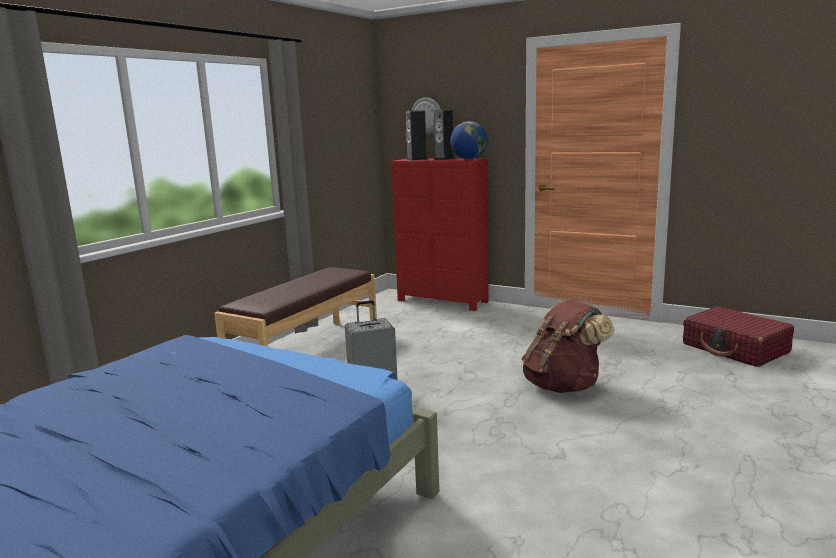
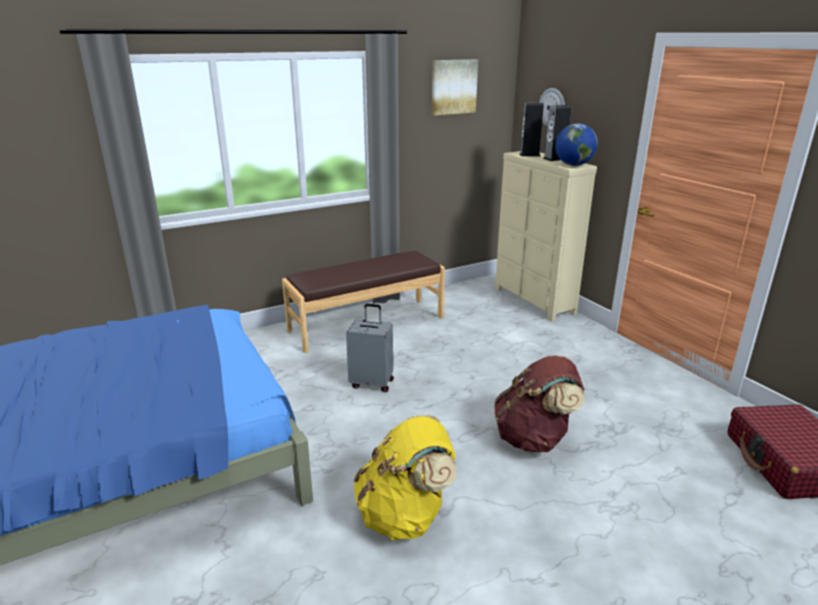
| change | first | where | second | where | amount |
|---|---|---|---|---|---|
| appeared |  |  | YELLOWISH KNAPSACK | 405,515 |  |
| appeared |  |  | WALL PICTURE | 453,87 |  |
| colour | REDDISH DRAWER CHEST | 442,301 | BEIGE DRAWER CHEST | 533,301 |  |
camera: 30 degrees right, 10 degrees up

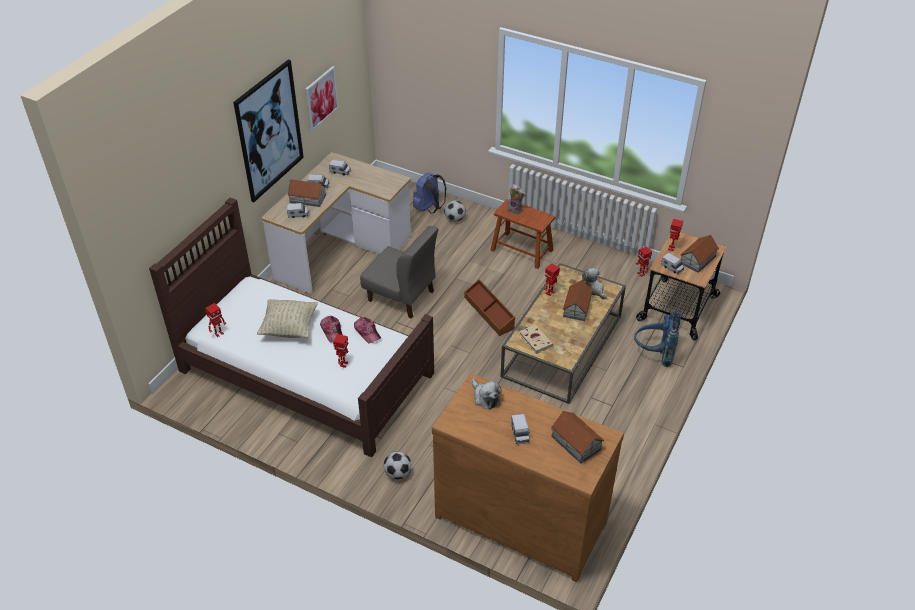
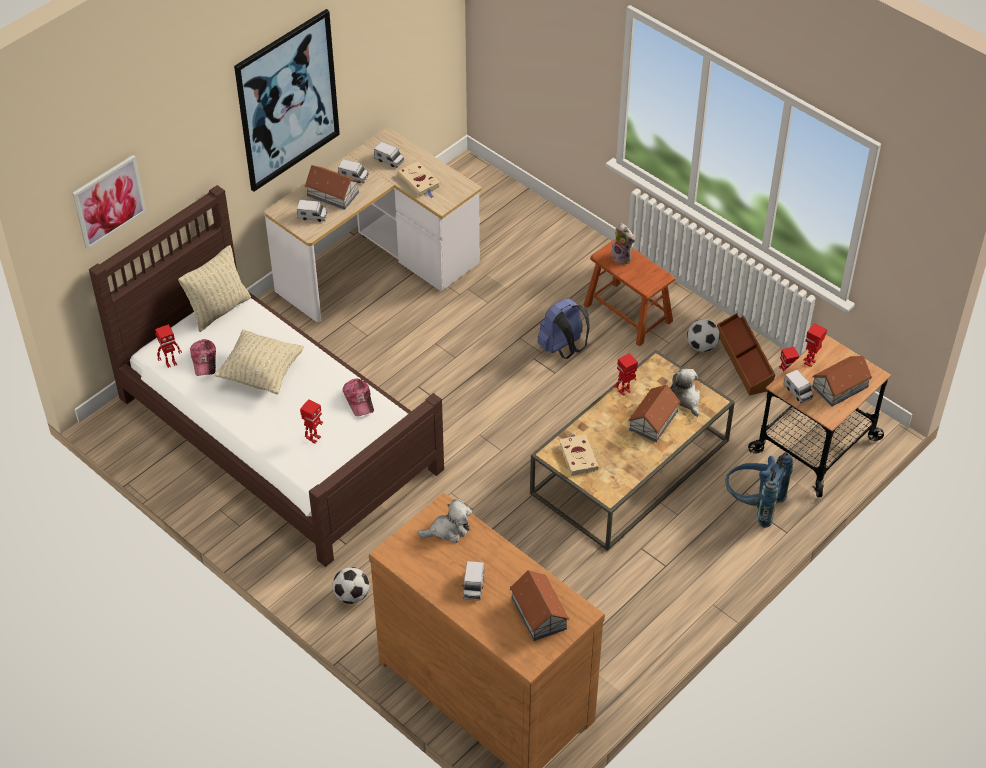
| change | first | where | second | where | amount |
|---|---|---|---|---|---|
| relocated | WALL PICTURE | 321,98 |  | 109,201 |  |
| appeared |  |  | BEIGE PILLOW | 219,310 |  |
| relocated | BASEBALL CAP | 332,331 |  | 204,360 |  |
| appeared |  |  | BEIGE BOUND BOOK | 419,182 |  |
| spun | PLUSH TOY | 485,397 |  | 448,530 | 90 degrees counterclockwise |
| relocated | BLUE KNAPSACK | 429,208 |  | 563,348 |  |
| relocated | BALL FOR FOOTBALL | 455,219 |  | 701,346 |  |
| relocated | BROWNISH STORAGE BOX | 489,312 |  | 745,360 |  |
| missing | GRAY CHAIR | 401,296 |  |  |  |
camera: 15 degrees right, 5 degrees up

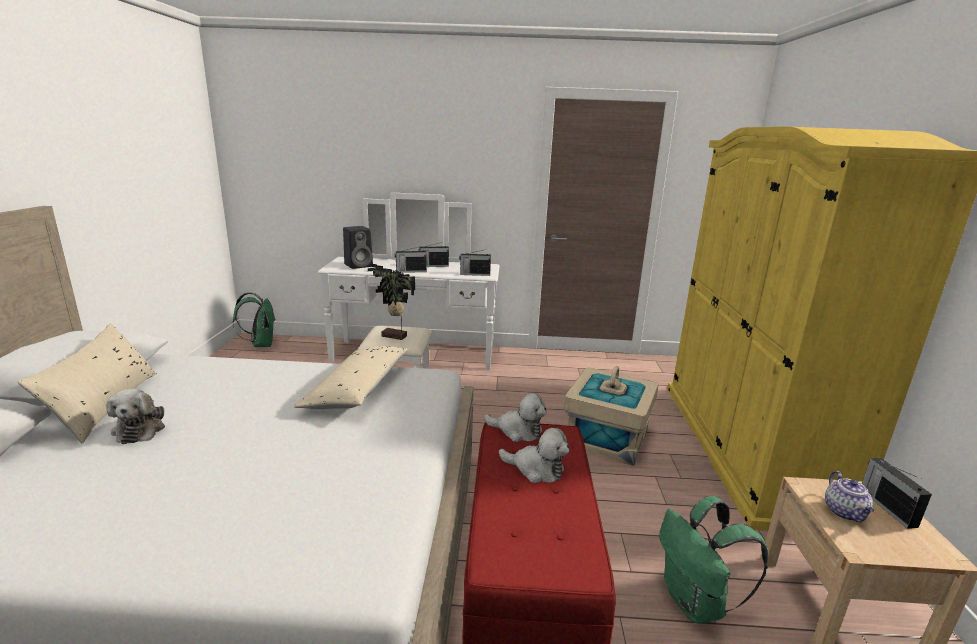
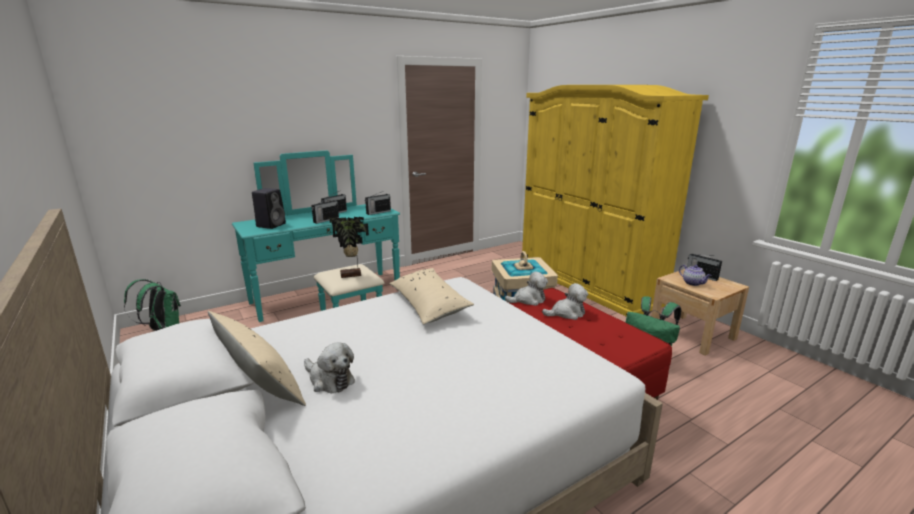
| change | first | where | second | where | amount |
|---|---|---|---|---|---|
| colour | WHITE-COLOURED DRAWER CHEST | 411,362 | BLUE-GREEN DRAWER CHEST | 333,300 |  |
camera: 35 degrees left, 0 degrees up

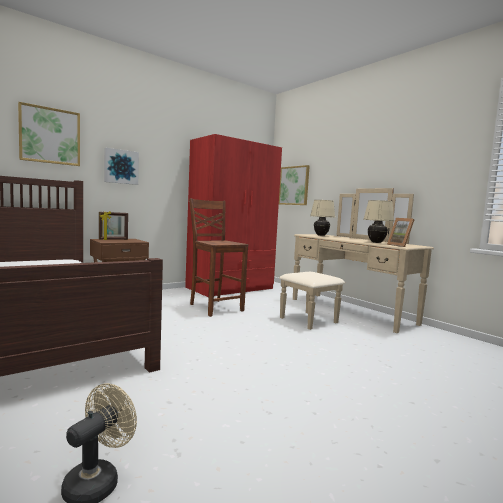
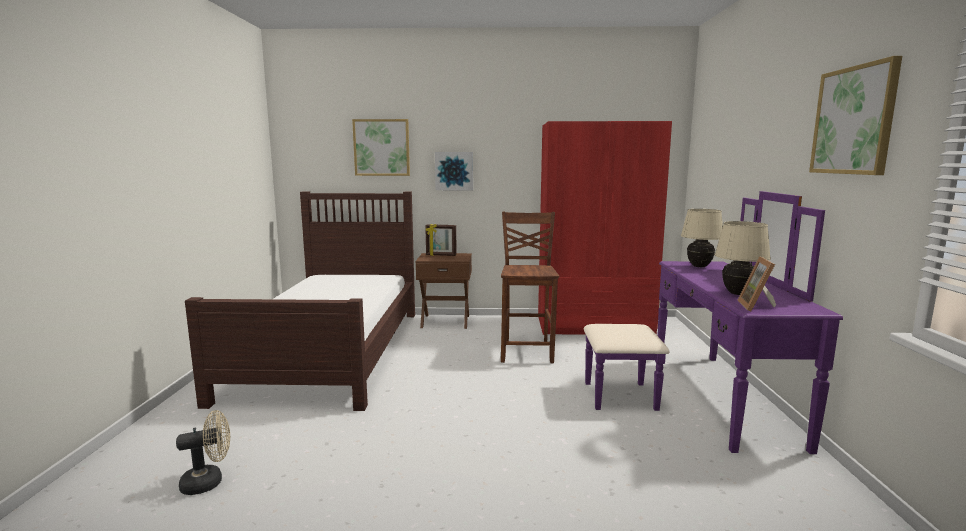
| change | first | where | second | where | amount |
|---|---|---|---|---|---|
| colour | BEIGE DRAWER CHEST | 342,313 | PURPLE-COLOURED DRAWER CHEST | 697,397 |  |
| relocated | WALL PICTURE | 294,185 |  | 854,120 |  |
camera: 40 degrees right, 5 degrees up

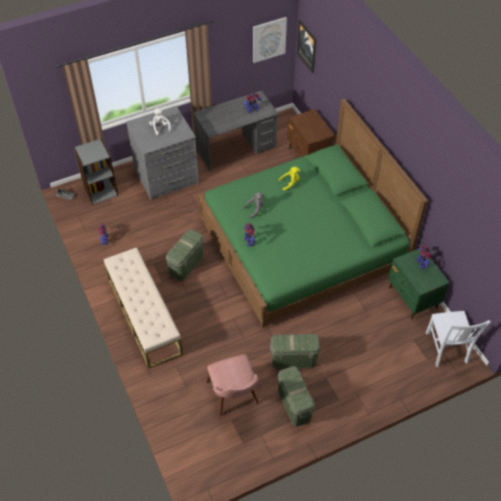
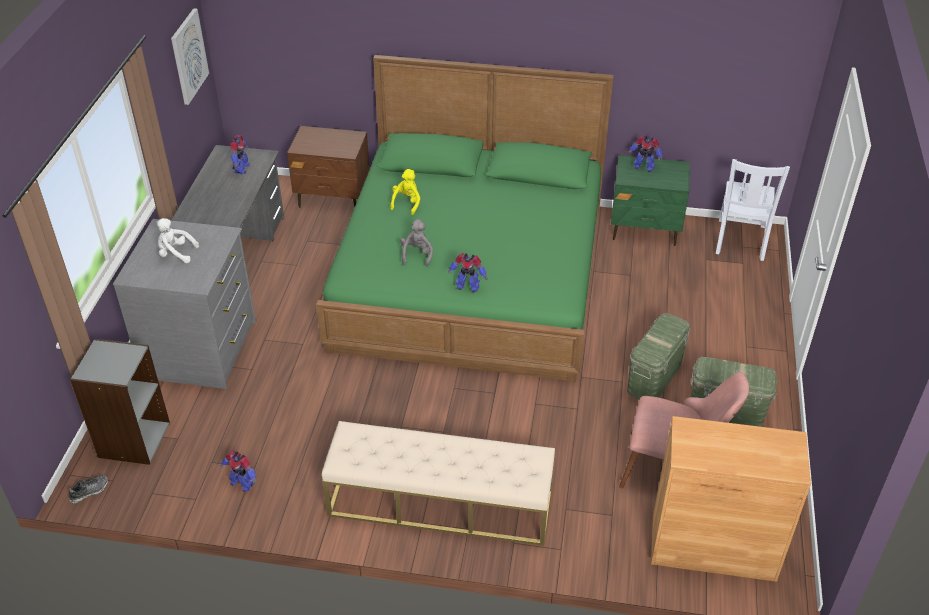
| change | first | where | second | where | amount |
|---|---|---|---|---|---|
| appeared |  |  | BROWNISH STORAGE CABINET | 713,547 |  |
| spun | WHITE-COLOURED CHAIR | 447,349 |  | 740,241 | 75 degrees clockwise |
| missing | GREEN-COLOURED STORAGE BOX | 186,264 |  |  |  |
| missing | WALL PICTURE | 307,46 |  |  |  |
camera: 55 degrees left, 10 degrees down

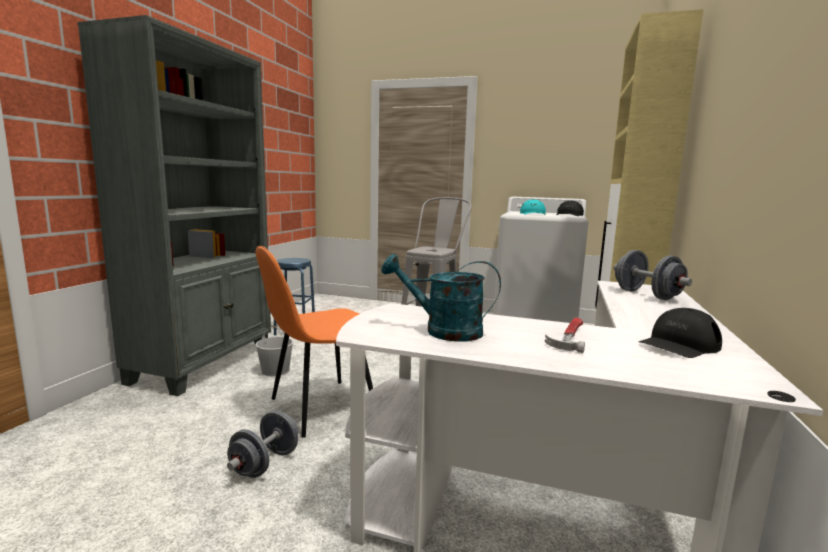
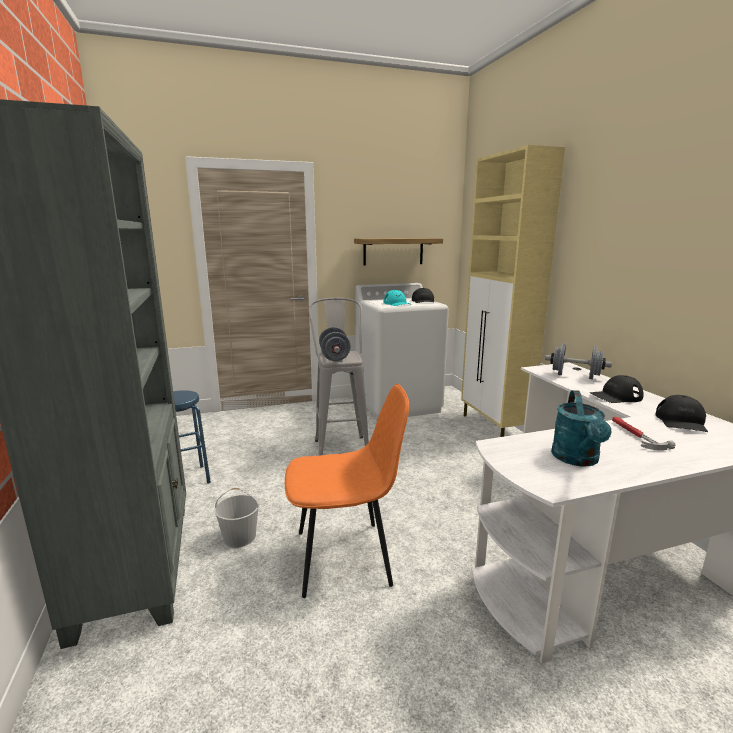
| change | first | where | second | where | amount |
|---|---|---|---|---|---|
| spun | ORANGE-COLOURED CHAIR | 320,407 |  | 346,557 | 120 degrees counterclockwise |
| relocated | GRAY DUMBBELL | 265,463 |  | 334,357 |  |
| appeared |  |  | WALL SHELF | 393,251 |  |
| spun | BLUE-GREEN WATERING POT | 443,331 |  | 577,460 | 60 degrees counterclockwise |
| appeared |  |  | BLACKISH BASEBALL CAP | 615,396 |  |
camera: 35 degrees left, 5 degrees up

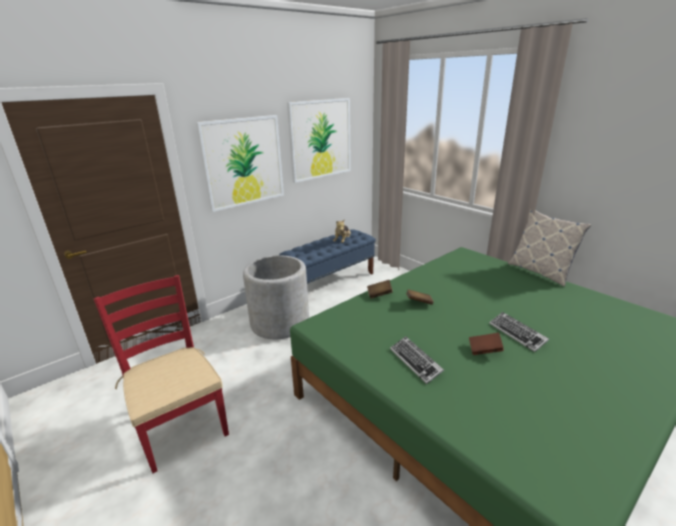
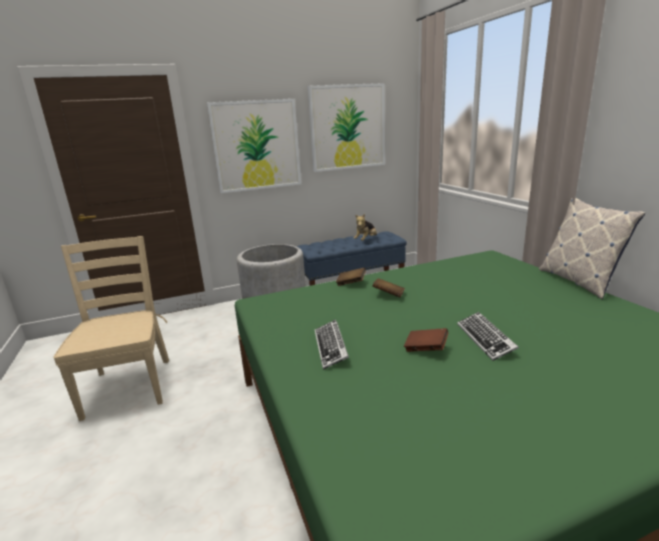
| change | first | where | second | where | amount |
|---|---|---|---|---|---|
| colour | REDDISH CHAIR | 180,425 | BEIGE CHAIR | 128,387 |  |
camera: 20 degrees right, 5 degrees down

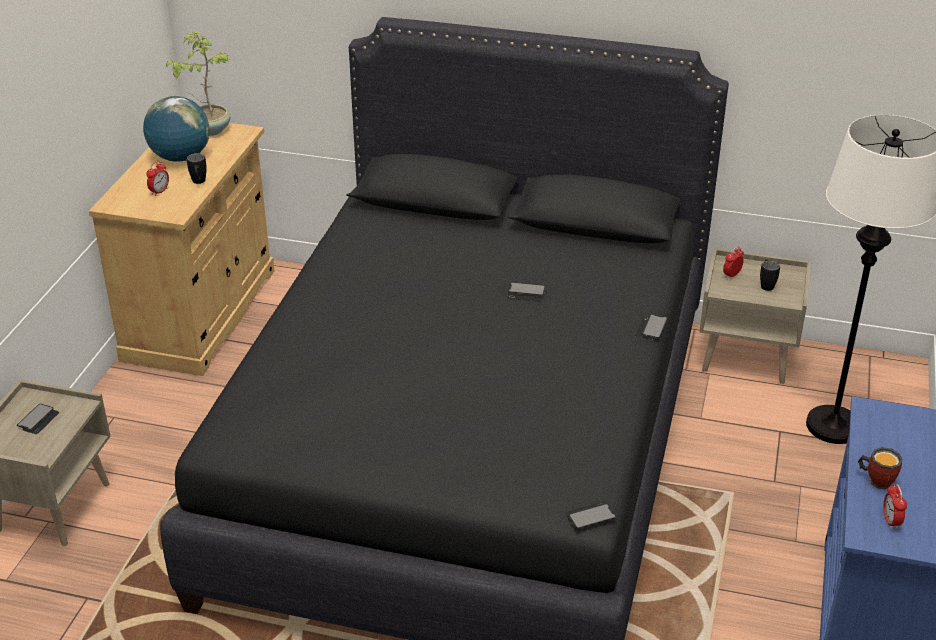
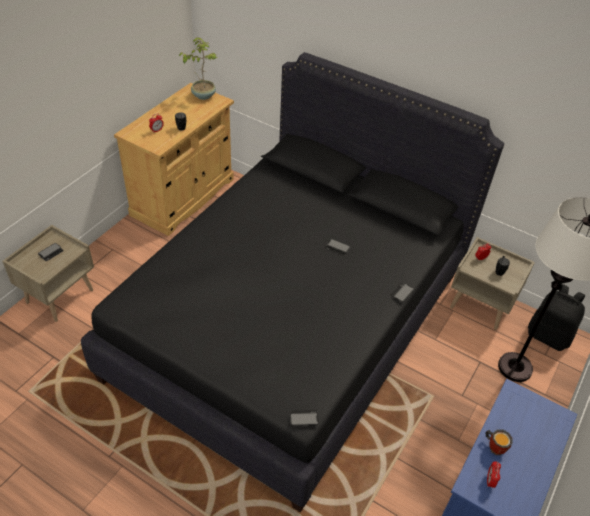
| change | first | where | second | where | amount |
|---|---|---|---|---|---|
| appeared |  |  | BLACKISH KNAPSACK | 548,336 |  |
| missing | GLOBE | 180,157 |  |  |  |
camera: 15 degrees right, 10 degrees up

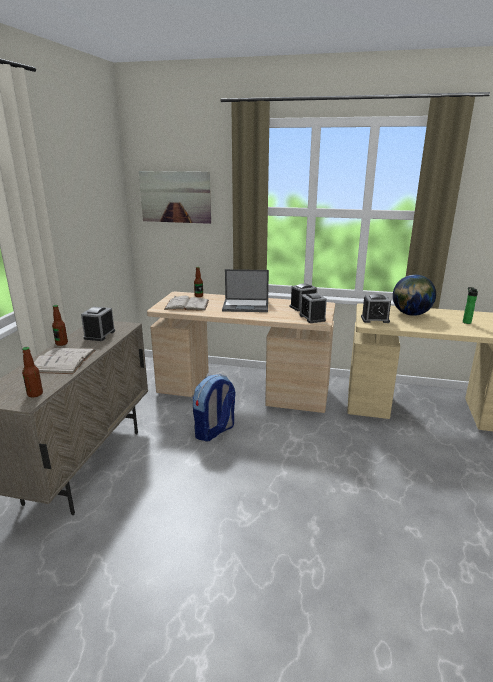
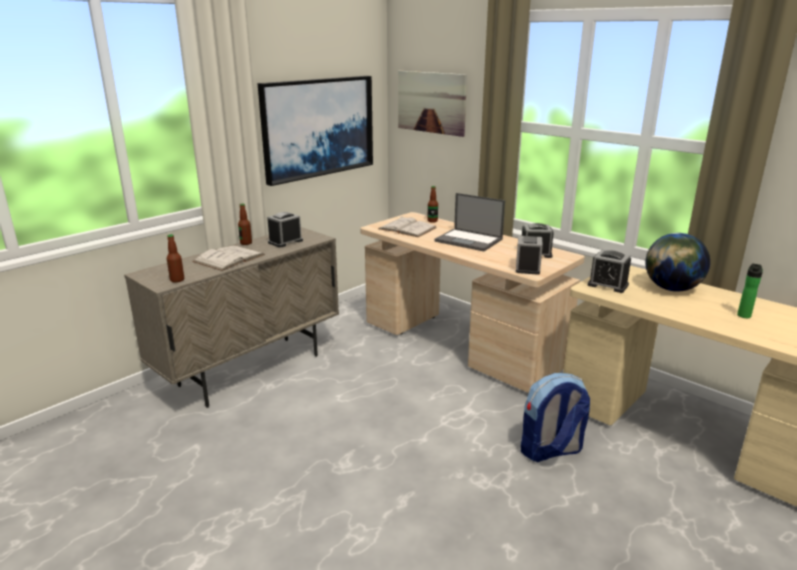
| change | first | where | second | where | amount |
|---|---|---|---|---|---|
| appeared |  |  | WALL PICTURE | 318,127 |  |
| relocated | KNAPSACK | 214,431 |  | 550,451 |  |
camera: 30 degrees right, 0 degrees up

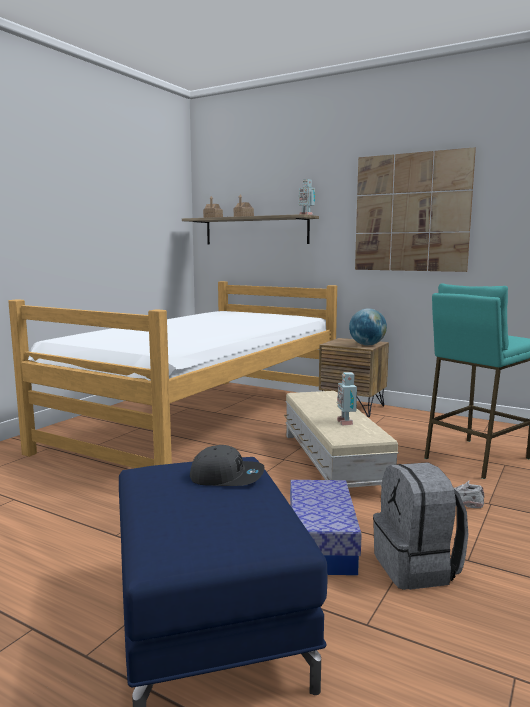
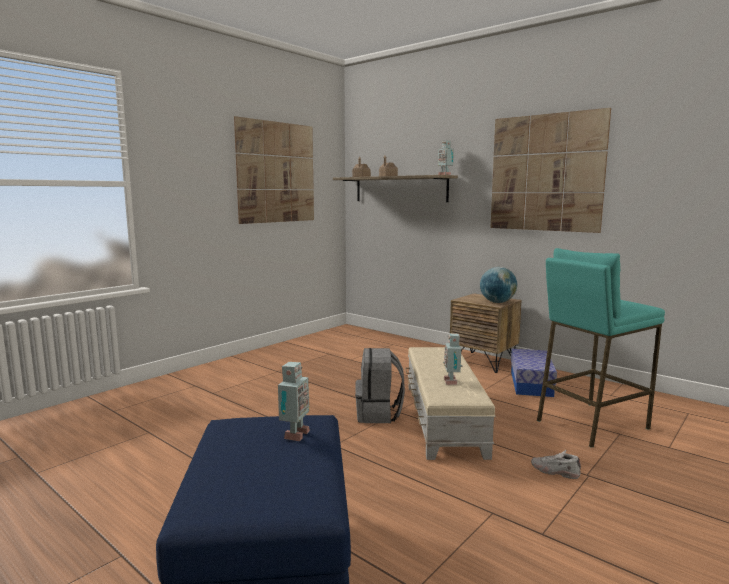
| change | first | where | second | where | amount |
|---|---|---|---|---|---|
| appeared |  |  | WALL PICTURE | 276,172 |  |
| exchanged | GRAY BASEBALL CAP | 227,476 | MODEL ROBOT | 294,435 |  |
| relocated | GRAY KNAPSACK | 417,568 |  | 379,414 |  |
| relocated | STORAGE BOX | 321,543 |  | 531,383 |  |
| missing | BEDROOM BED | 203,422 |  |  |  |
camera: 10 degrees right, 0 degrees up

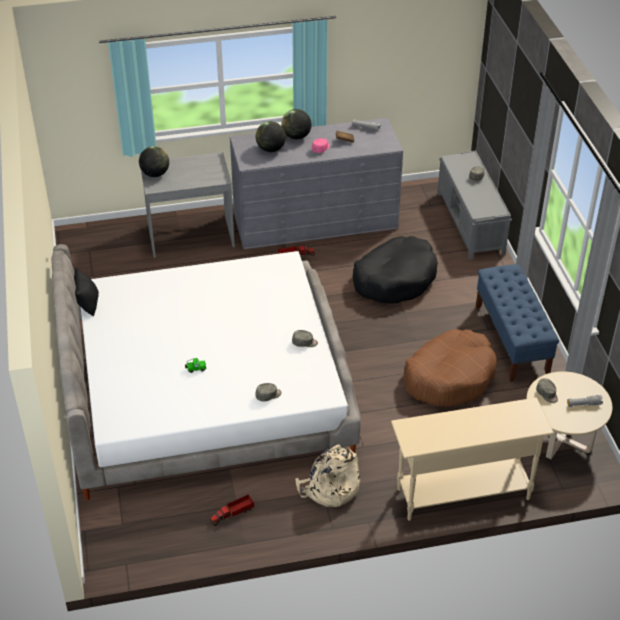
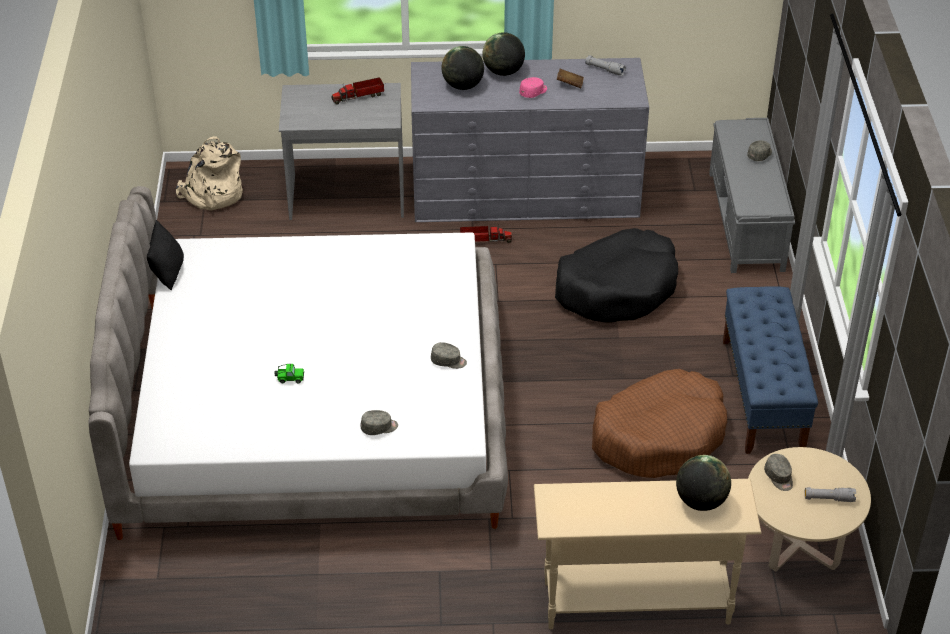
| change | first | where | second | where | amount |
|---|---|---|---|---|---|
| relocated | BEIGE KNAPSACK | 329,488 |  | 212,194 |  |
| relocated | TOY TRUCK | 233,514 |  | 359,96 |  |
| relocated | GLOBE | 155,174 |  | 701,501 |  |
camera: 10 degrees right, 0 degrees up

